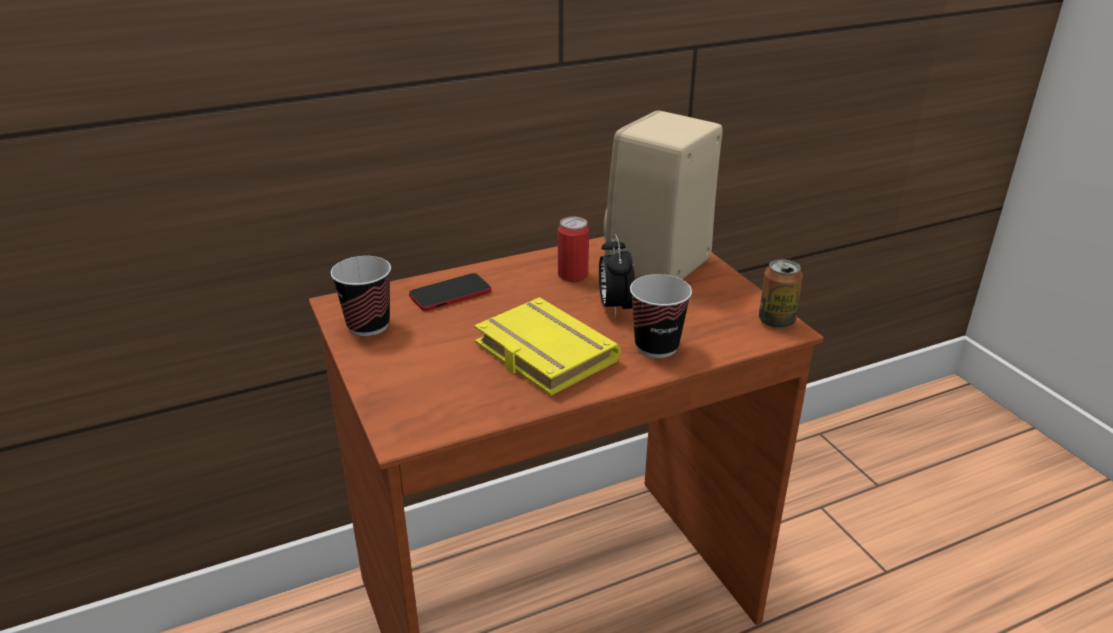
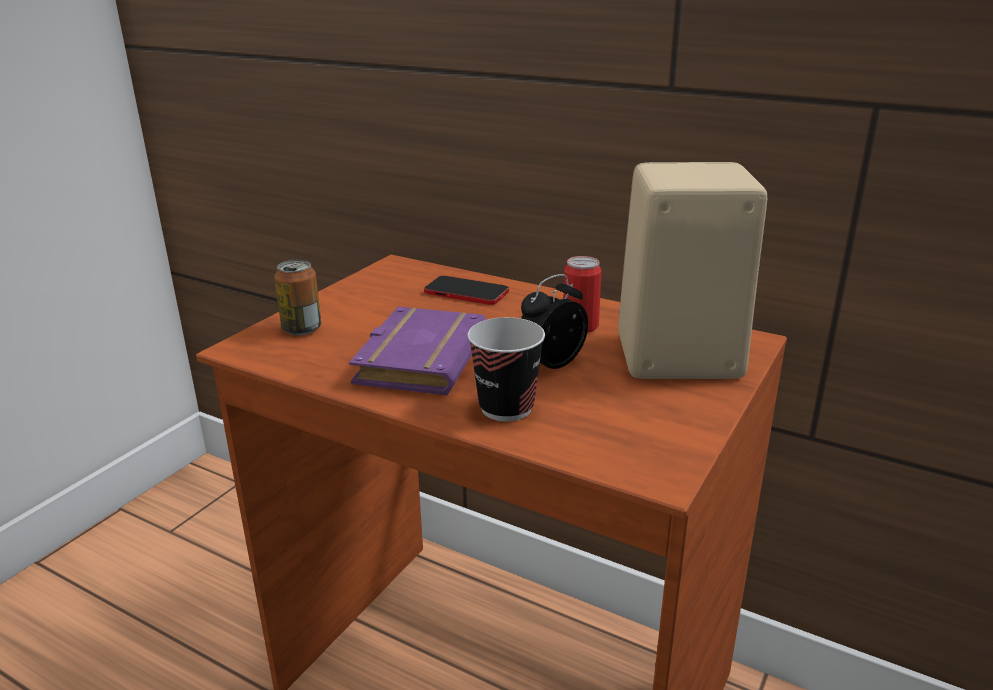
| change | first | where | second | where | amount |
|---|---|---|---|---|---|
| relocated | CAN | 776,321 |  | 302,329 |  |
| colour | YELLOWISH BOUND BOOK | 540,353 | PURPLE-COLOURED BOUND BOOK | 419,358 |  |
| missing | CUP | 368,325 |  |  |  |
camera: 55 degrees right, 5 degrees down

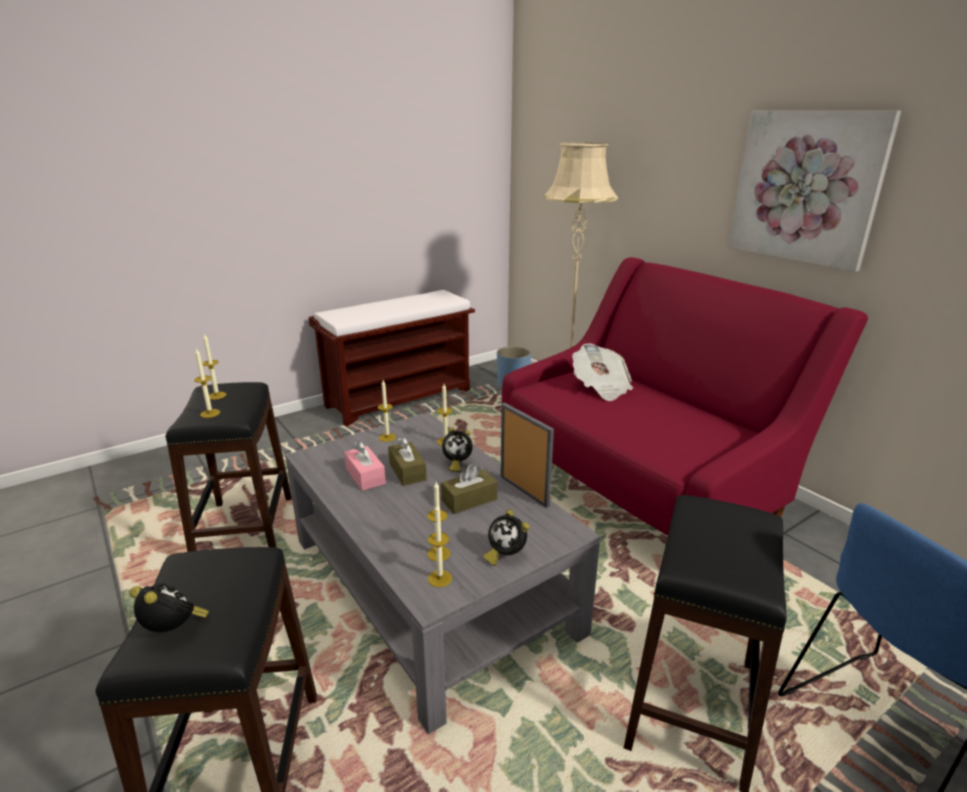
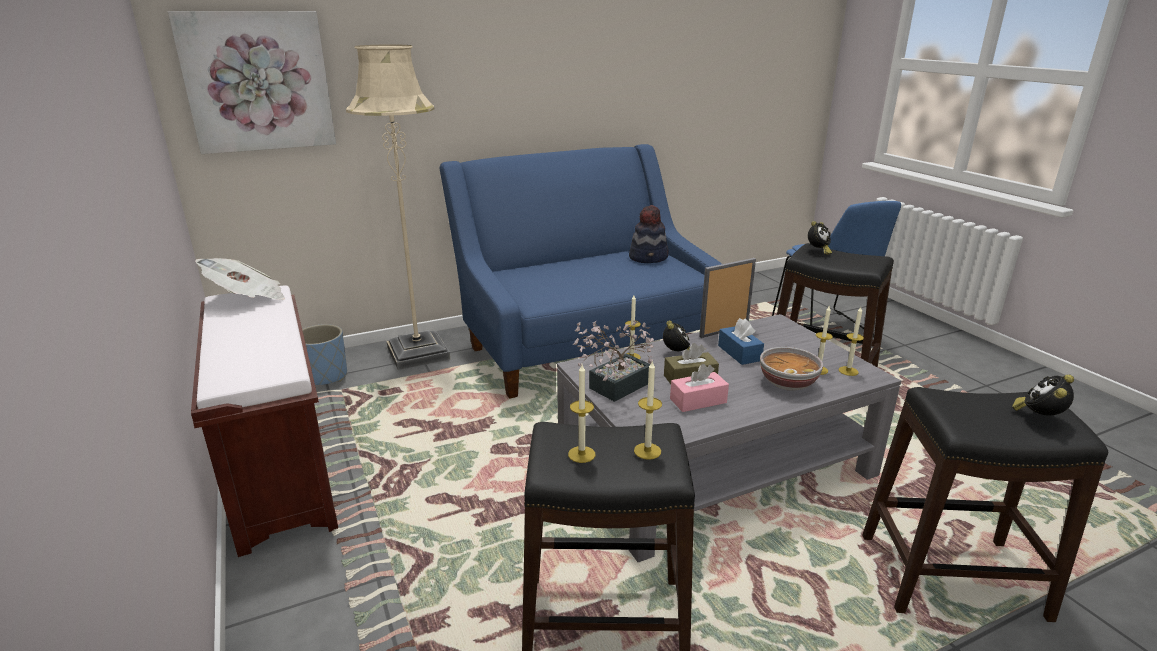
| change | first | where | second | where | amount |
|---|---|---|---|---|---|
| relocated | WALL PICTURE | 806,187 |  | 258,82 |  |
| relocated | DAILY PAPER | 601,387 |  | 248,298 |  |
| colour | REDDISH SETTEE | 643,485 | BLUE SETTEE | 584,343 |  |
| exchanged | CANDLE | 387,437 | HOUSEPLANT | 614,387 |  |
| appeared |  |  | CLOTHING HAT | 649,257 |  |
| colour | BROWNISH BOX OF TISSUES | 469,500 | BLUE BOX OF TISSUES | 739,353 |  |
| appeared |  |  | BOWL | 787,382 |  |
| relocated | ALARM CLOCK | 505,555 |  | 817,251 |  |
camera: 80 degrees left, 0 degrees up

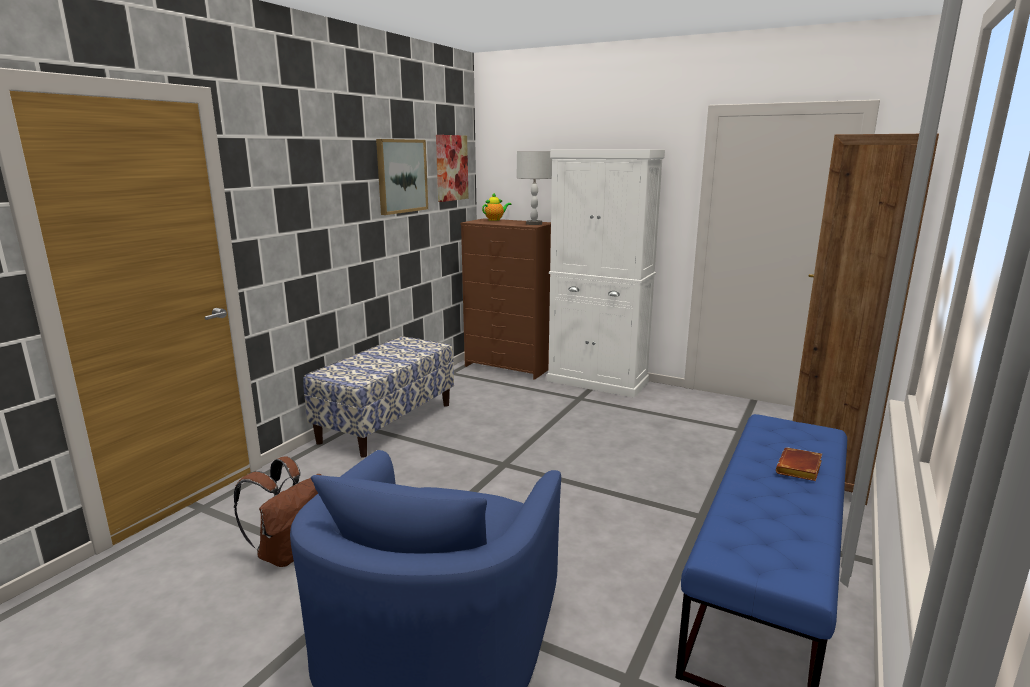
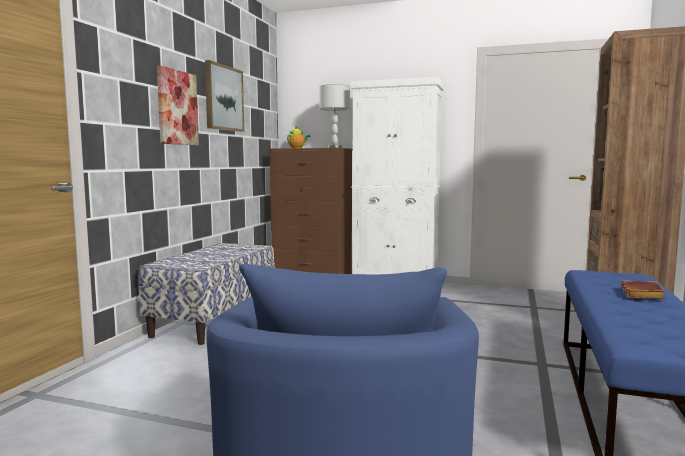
| change | first | where | second | where | amount |
|---|---|---|---|---|---|
| relocated | WALL PICTURE | 451,168 |  | 177,108 |  |
| missing | BROWNISH KNAPSACK | 287,552 |  |  |  |
camera: 10 degrees left, 10 degrees down

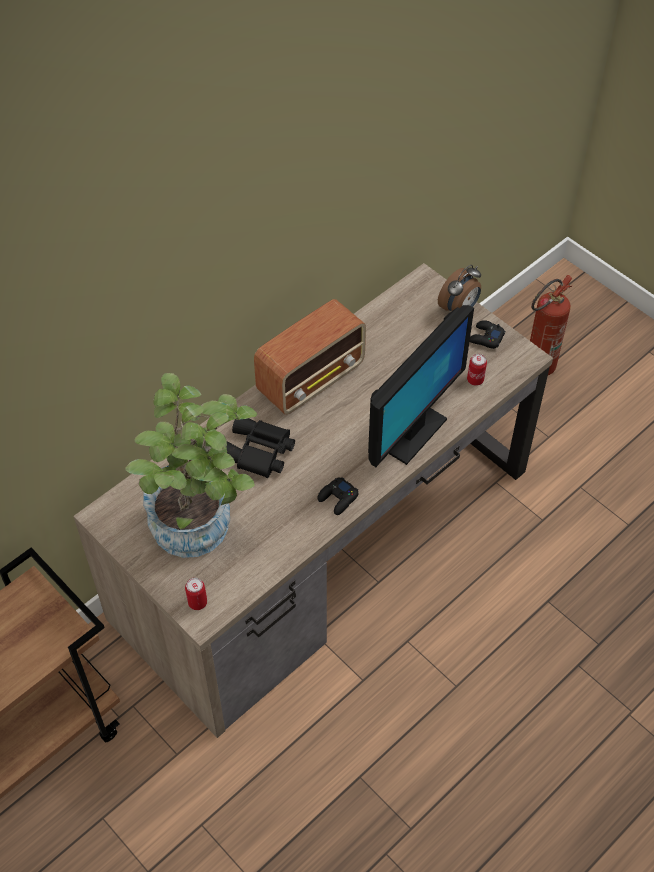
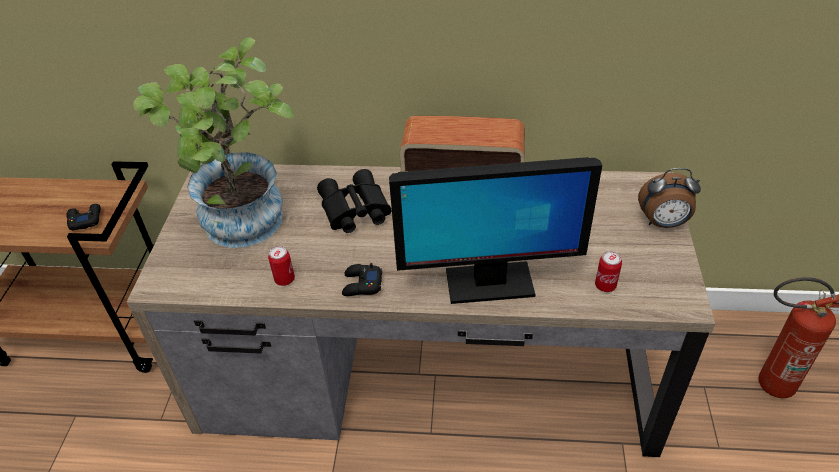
| change | first | where | second | where | amount |
|---|---|---|---|---|---|
| relocated | BLACKISH GAME CONTROLLER | 485,338 |  | 85,220 |  |
| relocated | CAN | 197,602 |  | 284,279 |  |
camera: 50 degrees right, 10 degrees down

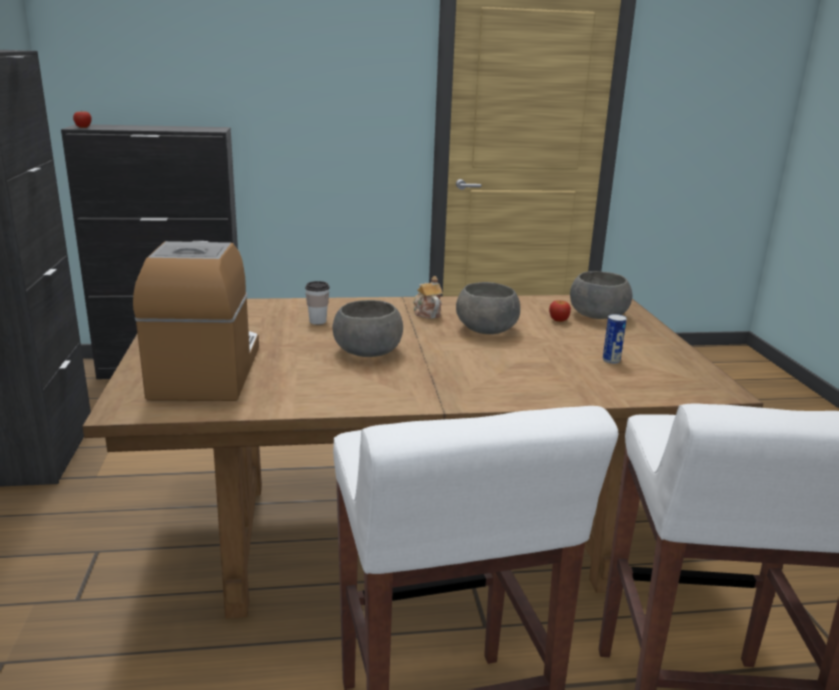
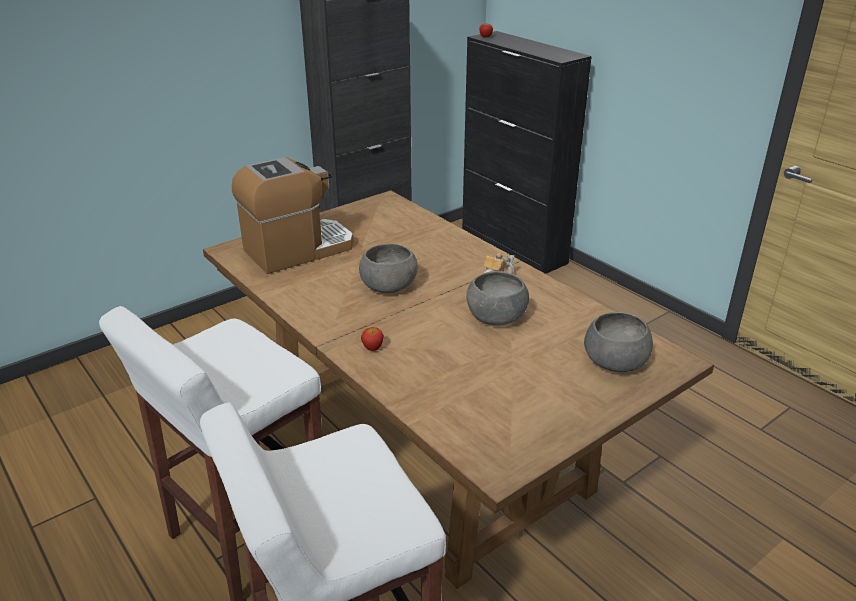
| change | first | where | second | where | amount |
|---|---|---|---|---|---|
| relocated | WHOLE APPLE | 558,320 |  | 372,347 |  |
| missing | CUP | 318,321 |  |  |  |
| missing | CAN | 611,360 |  |  |  |
camera: 60 degrees right, 10 degrees up

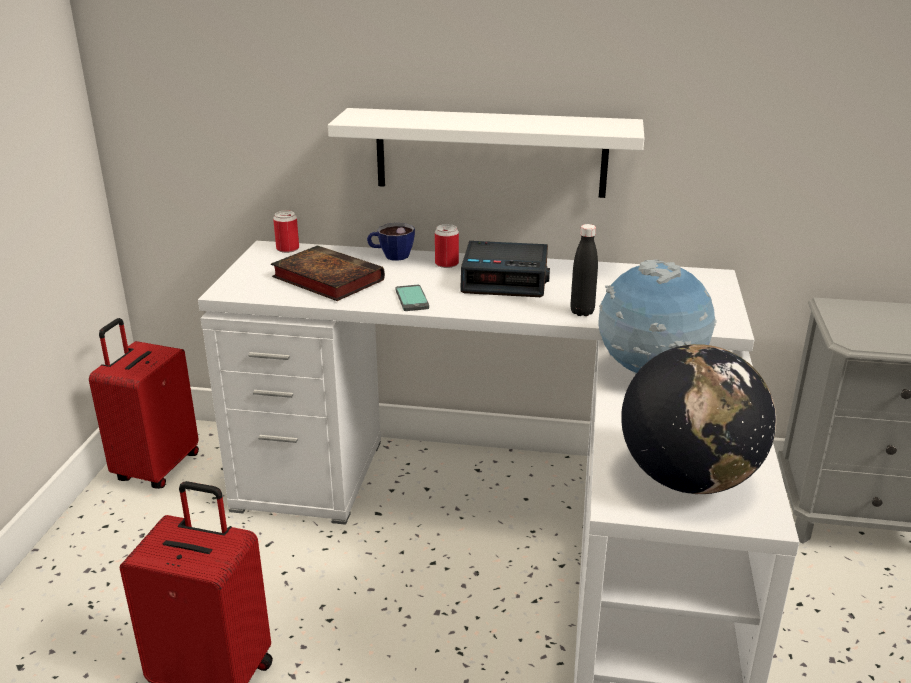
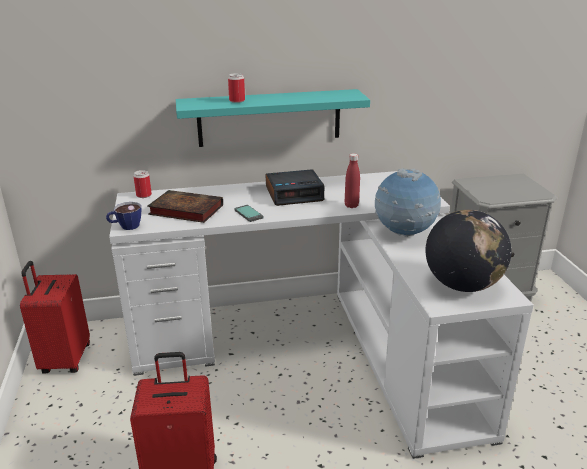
| change | first | where | second | where | amount |
|---|---|---|---|---|---|
| relocated | CUP | 391,255 |  | 125,226 |  |
| colour | WHITE-COLOURED WALL SHELF | 490,153 | BLUE-GREEN WALL SHELF | 269,118 |  |
| relocated | CAN | 446,264 |  | 237,101 |  |
| colour | BLACKISH BOTTLE | 582,312 | REDDISH BOTTLE | 351,205 |  |
camera: 20 degrees left, 0 degrees up

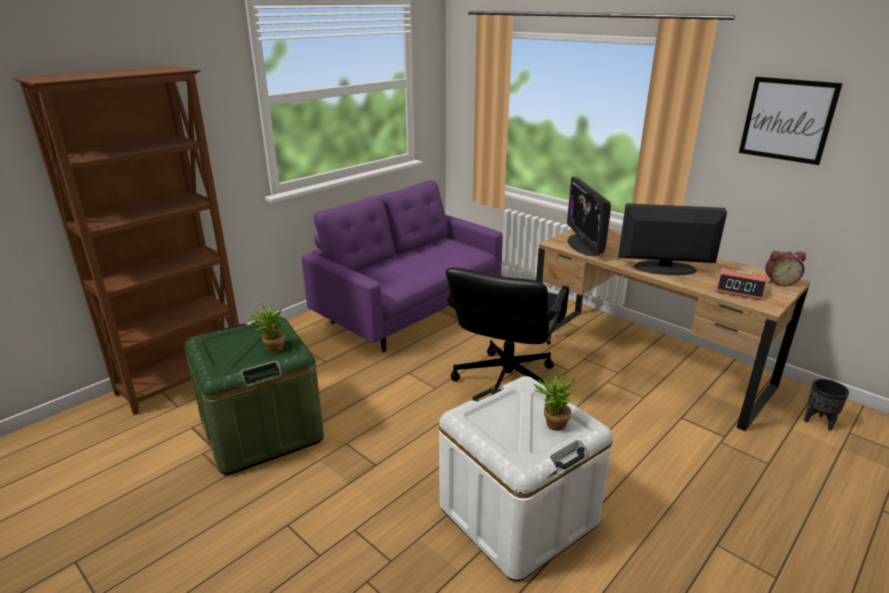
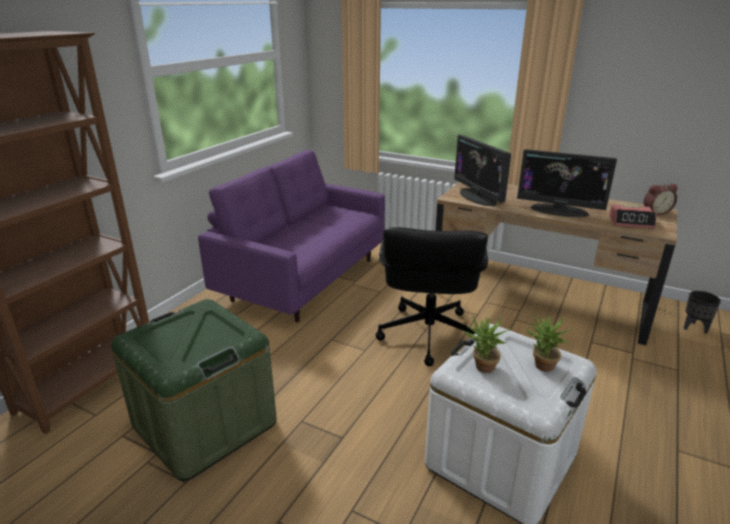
| change | first | where | second | where | amount |
|---|---|---|---|---|---|
| relocated | HOUSEPLANT | 271,349 |  | 482,368 |  |
| spun | COMPUTER DISPLAY | 664,269 |  | 559,210 | 150 degrees counterclockwise |
| missing | WALL PICTURE | 787,120 |  |  |  |
camera: 15 degrees left, 0 degrees up

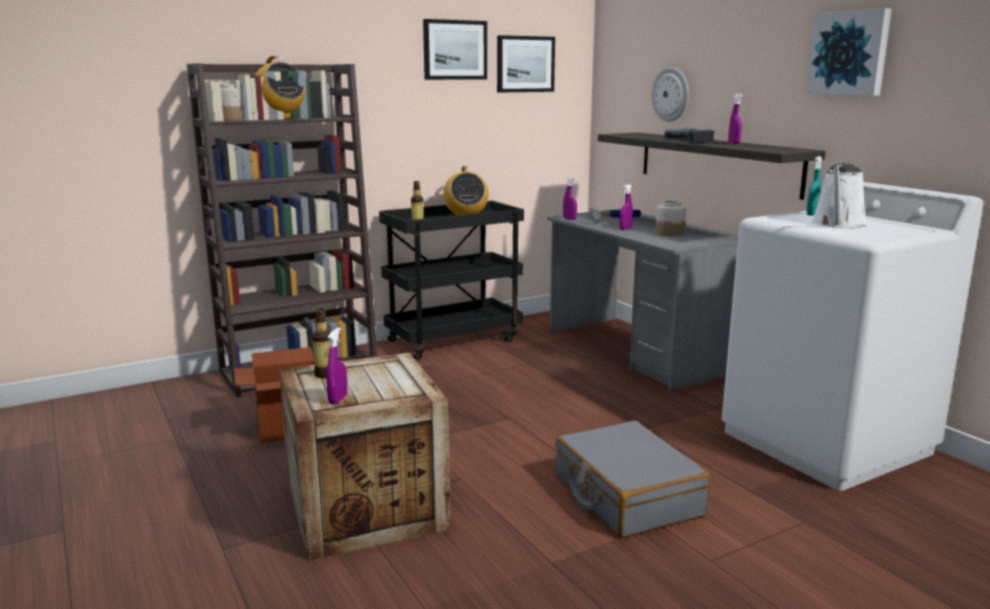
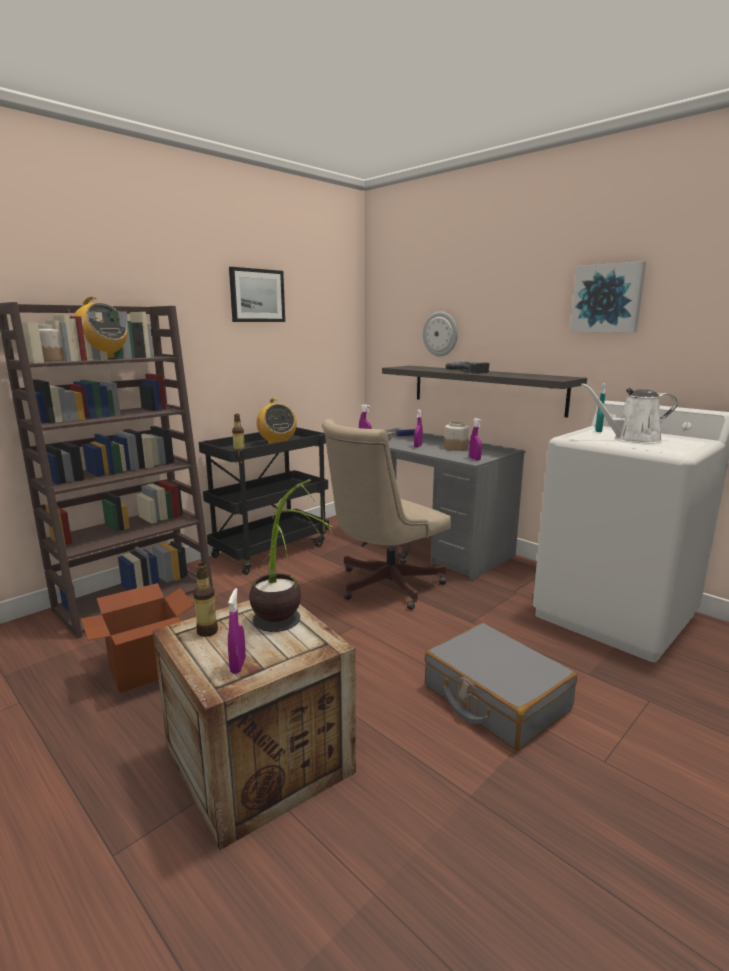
| change | first | where | second | where | amount |
|---|---|---|---|---|---|
| appeared |  |  | HOUSEPLANT | 285,633 |  |
| appeared |  |  | BEIGE COMPUTER CHAIR | 383,586 |  |
| relocated | PURPLE-COLOURED HAND SPRAYER | 733,143 |  | 474,459 |  |
| spun | WHITE-COLOURED WATERING POT | 838,224 |  | 632,439 | 75 degrees clockwise |
| missing | WALL PICTURE | 525,64 |  |  |  |
camera: 15 degrees left, 0 degrees up

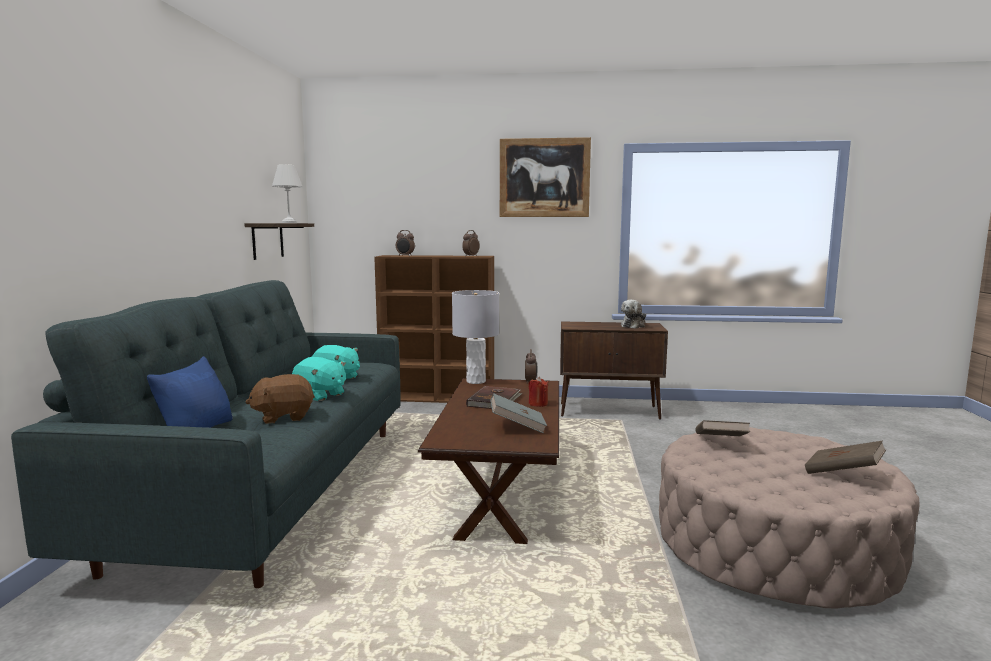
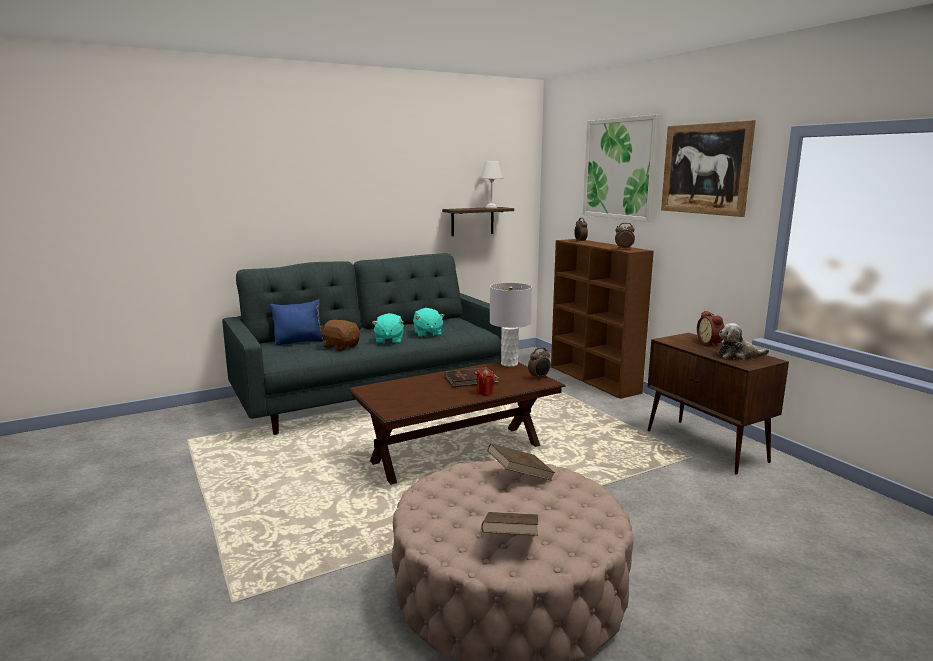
| change | first | where | second | where | amount |
|---|---|---|---|---|---|
| appeared |  |  | WALL PICTURE | 619,169 |  |
| appeared |  |  | ALARM CLOCK | 710,343 |  |
| missing | GRAY BOUND BOOK | 517,427 |  |  |  |
camera: 55 degrees right, 5 degrees up

